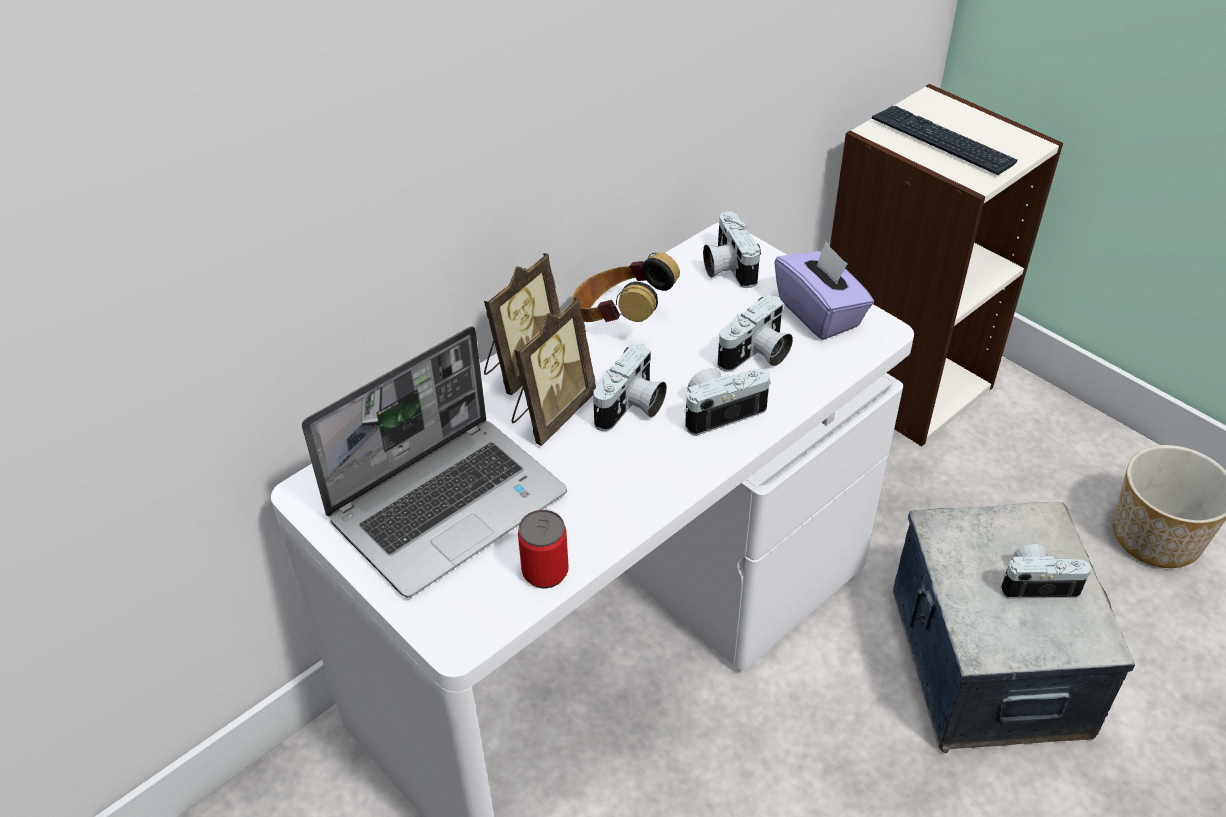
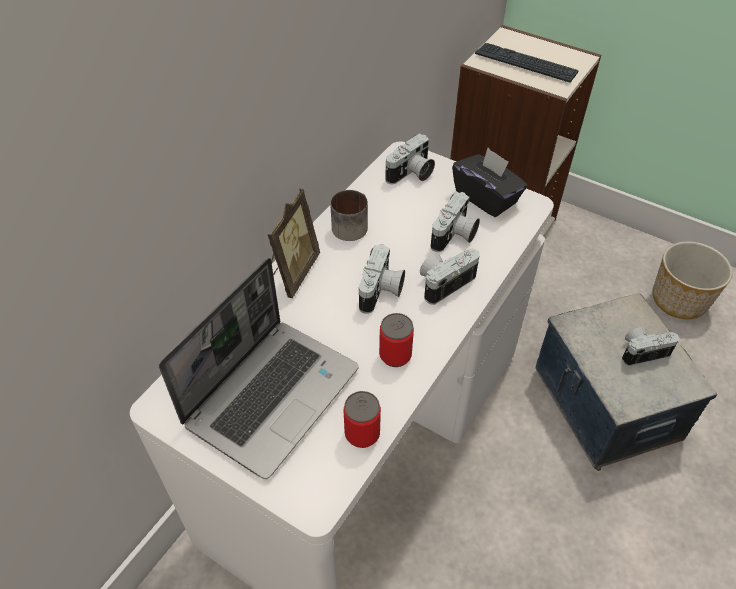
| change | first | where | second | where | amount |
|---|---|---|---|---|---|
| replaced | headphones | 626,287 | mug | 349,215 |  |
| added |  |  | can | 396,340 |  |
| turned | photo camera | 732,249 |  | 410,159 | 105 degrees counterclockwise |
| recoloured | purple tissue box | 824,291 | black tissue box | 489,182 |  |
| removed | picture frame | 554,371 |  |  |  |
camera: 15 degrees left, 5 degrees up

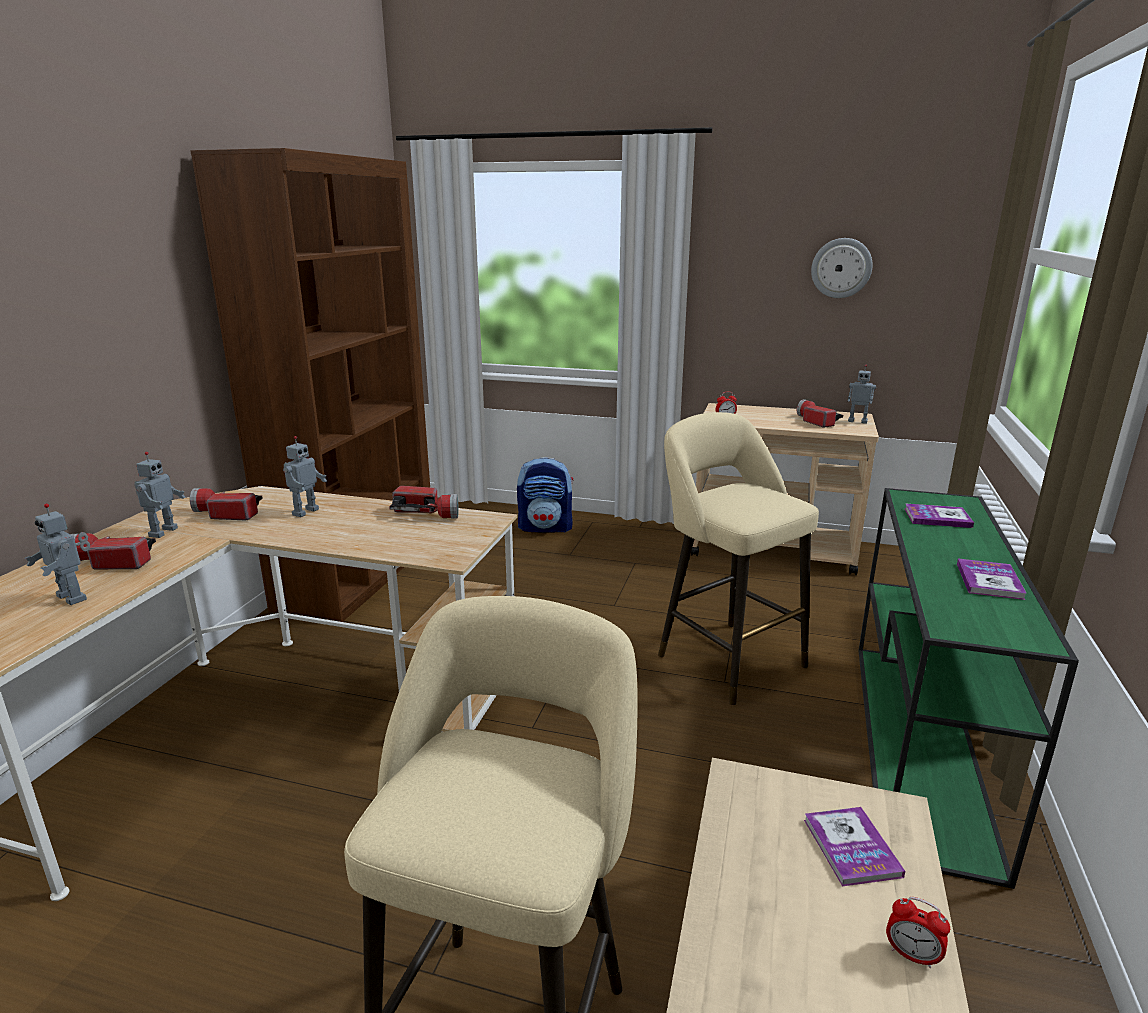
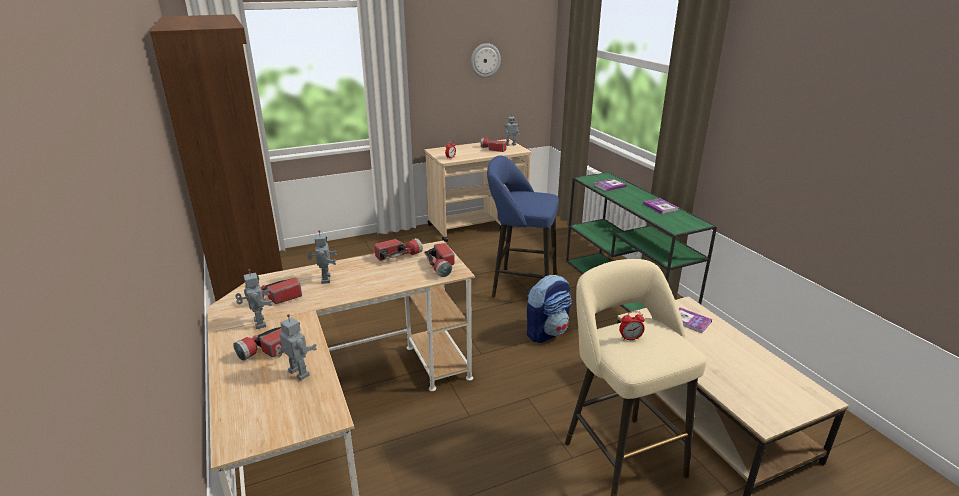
| change | first | where | second | where | amount |
|---|---|---|---|---|---|
| turned | toy robot | 57,554 |  | 296,347 | 135 degrees counterclockwise |
| added |  |  | flashlight | 439,260 |  |
| recoloured | beige stool | 738,558 | blue stool | 523,226 |  |
| moved | backpack | 545,495 |  | 549,309 |  |
| moved | alarm clock | 918,932 |  | 632,326 |  |
camera: 40 degrees left, 5 degrees up

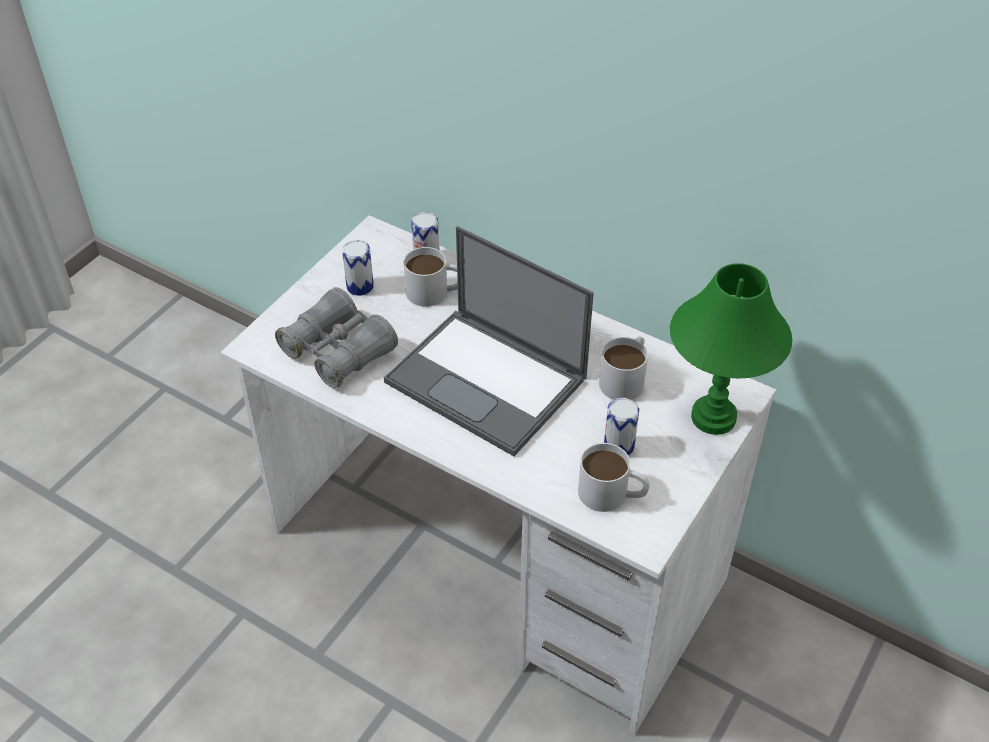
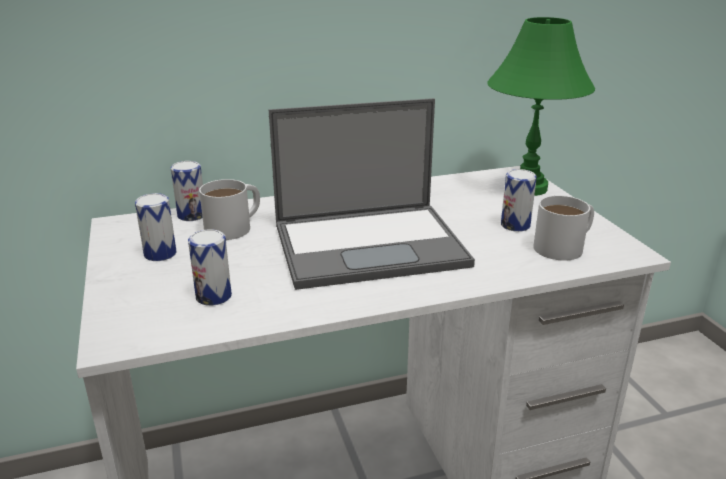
| change | first | where | second | where | amount |
|---|---|---|---|---|---|
| replaced | grey binoculars | 336,337 | can | 210,267 |  |
| removed | white mug | 623,368 |  |  |  |
camera: 50 degrees left, 20 degrees down

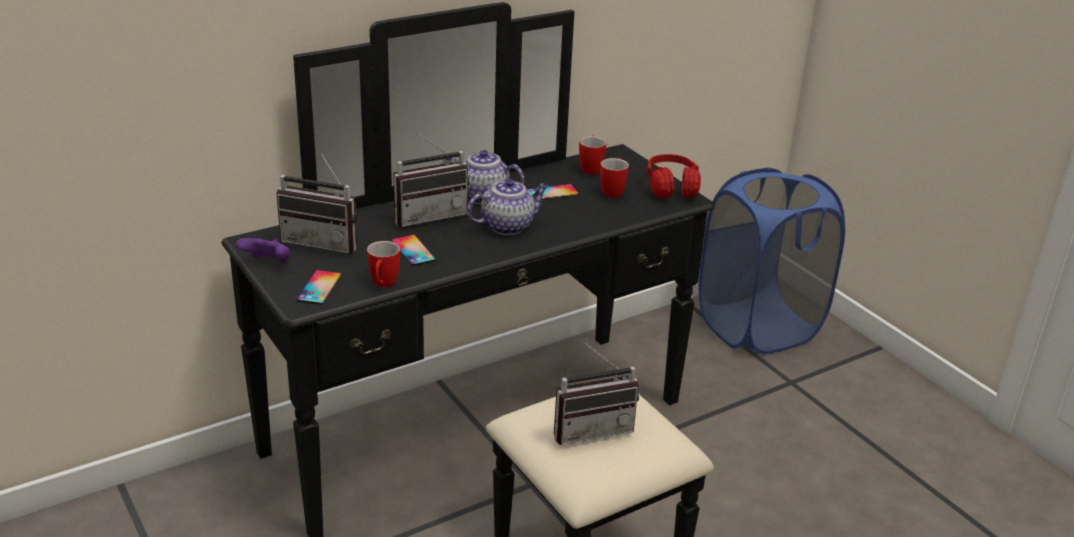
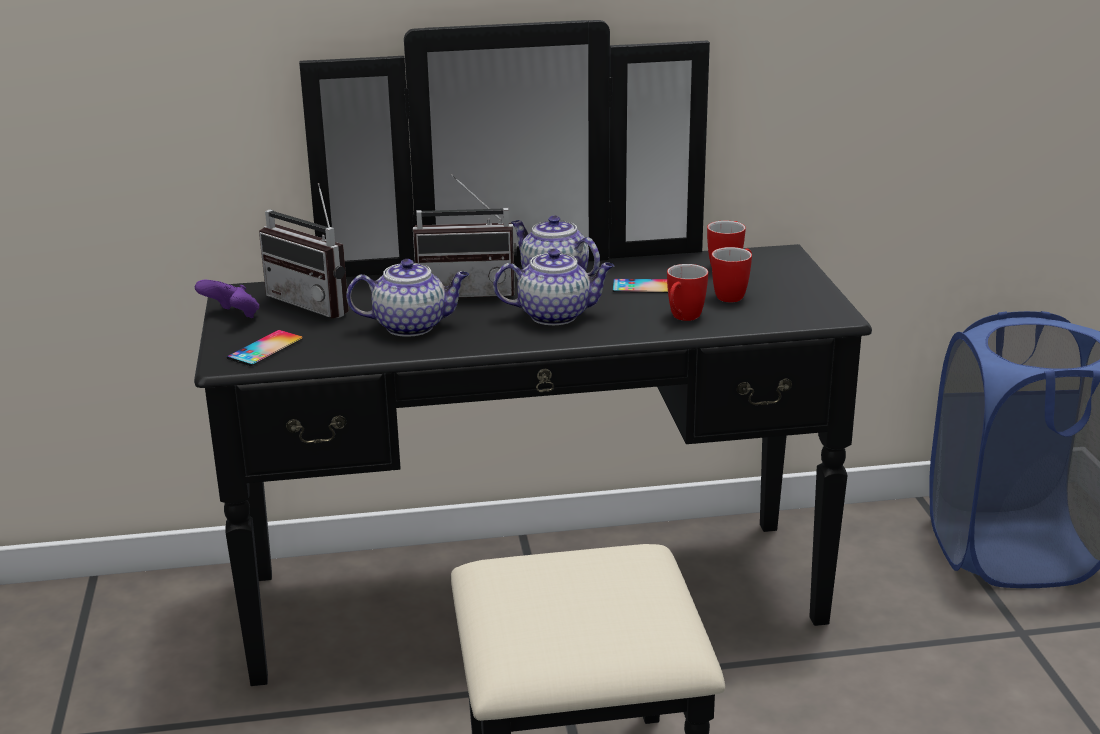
| change | first | where | second | where | amount |
|---|---|---|---|---|---|
| replaced | phone | 414,250 | teapot | 407,298 |  |
| moved | mug | 383,264 |  | 687,292 |  |
| removed | radio | 596,392 |  |  |  |
| removed | red headphones | 674,176 |  |  |  |
camera: 25 degrees right, 5 degrees down

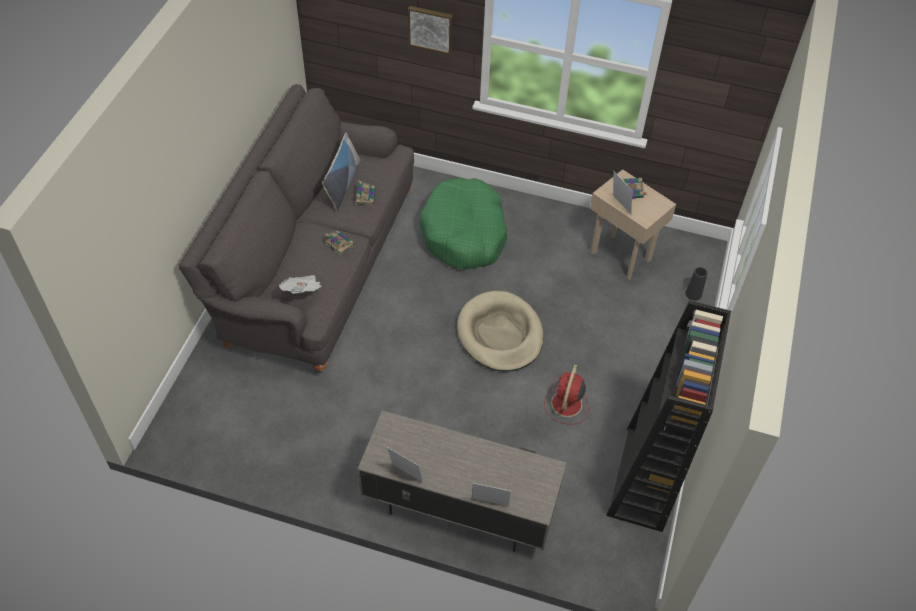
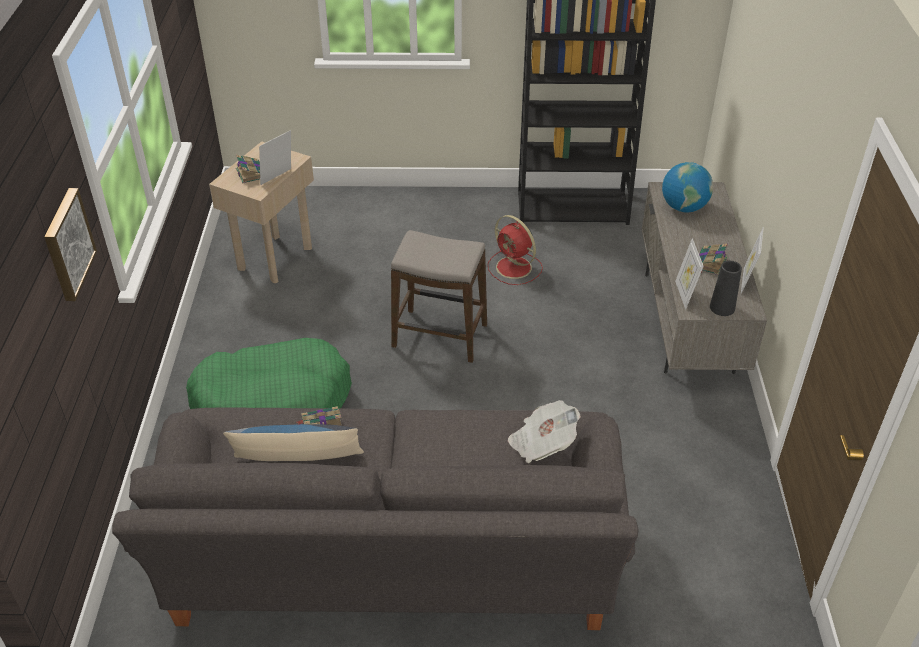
| change | first | where | second | where | amount |
|---|---|---|---|---|---|
| replaced | beige dog bed | 500,331 | stool | 439,296 |  |
| turned | red fan | 566,394 |  | 515,250 | 45 degrees clockwise |
| added |  |  | globe | 687,187 |  |
| moved | picture frame | 491,494 |  | 689,274 |  |
| moved | book | 339,243 |  | 713,259 |  |
| moved | black vase | 696,284 |  | 726,288 |  |
camera: 105 degrees left, 10 degrees down

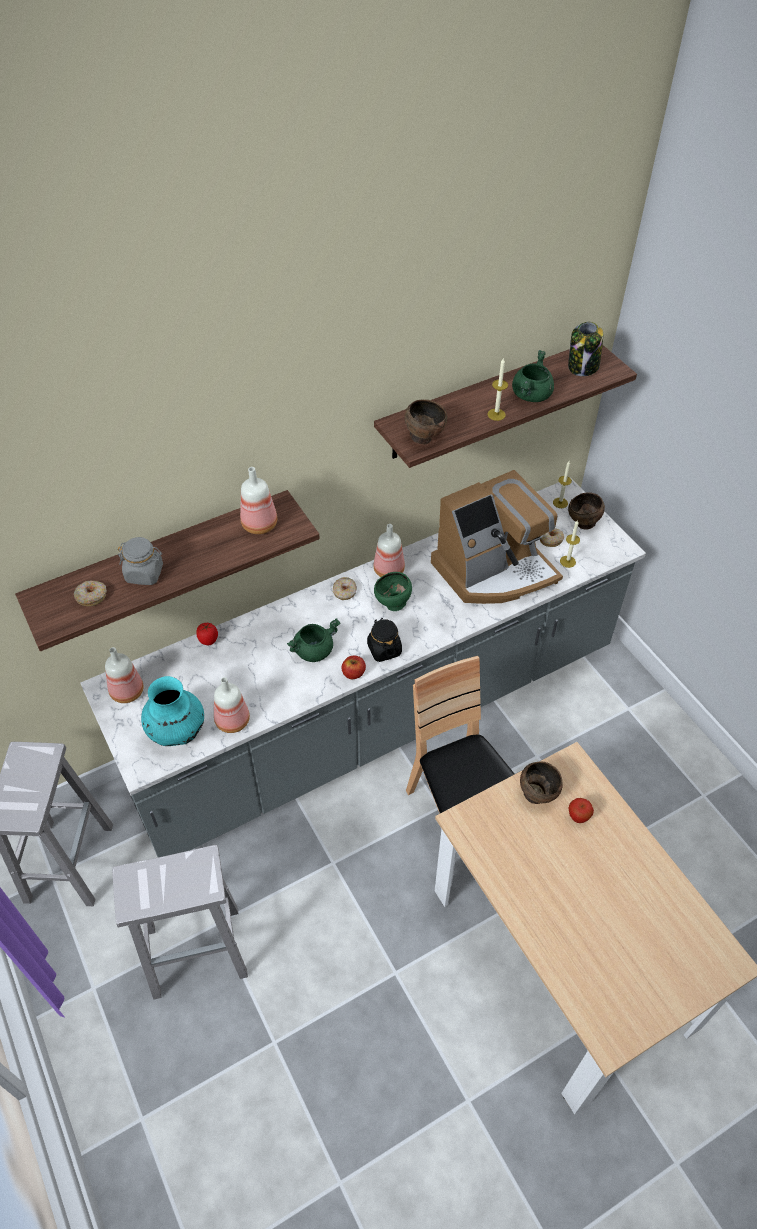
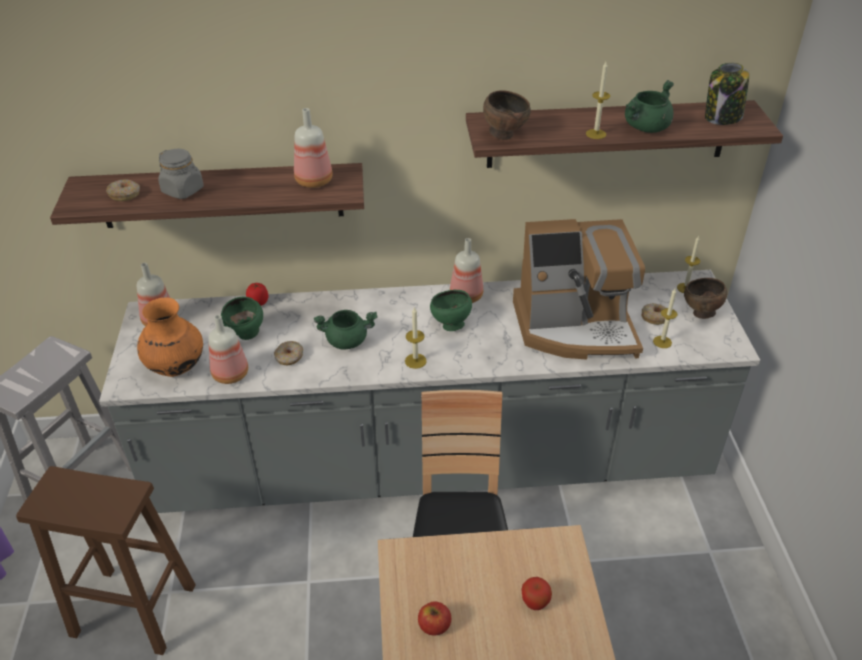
| change | first | where | second | where | amount |
|---|---|---|---|---|---|
| recoloured | white stool | 180,922 | brown stool | 106,560 |  |
| recoloured | turquoise vase | 172,711 | orange vase | 170,337 |  |
| added |  |  | green bowl | 242,318 |  |
| moved | donut | 345,588 |  | 288,353 |  |
| replaced | black jar | 384,640 | candle | 416,338 |  |
| moved | apple | 354,667 |  | 434,618 |  |
| removed | brown bowl | 541,783 |  |  |  |
camera: 25 degrees right, 10 degrees down

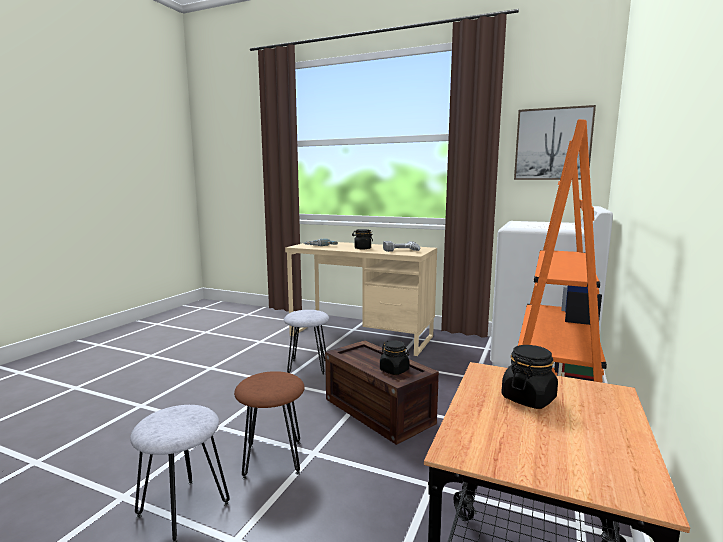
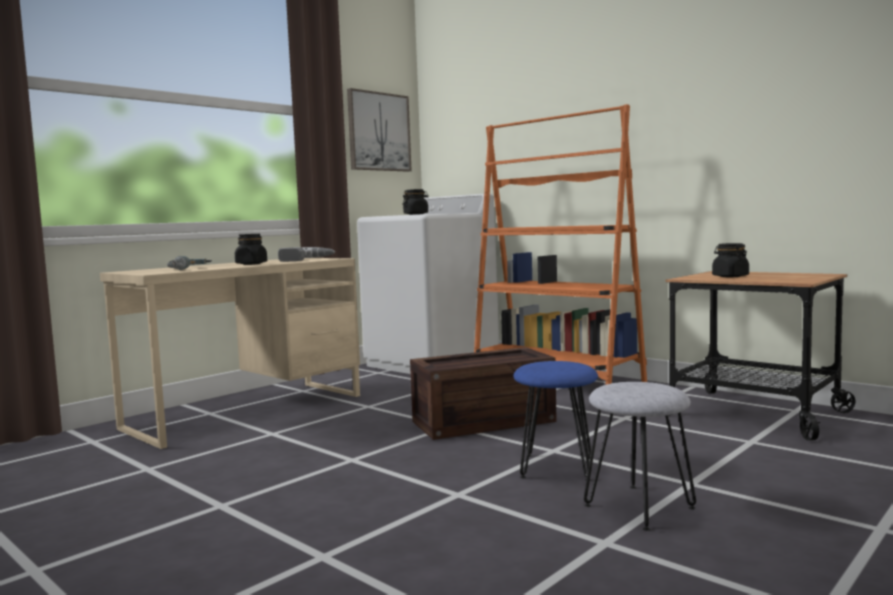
| change | first | where | second | where | amount |
|---|---|---|---|---|---|
| moved | black jar | 394,358 |  | 415,202 |  |
| recoloured | brown stool | 269,425 | blue stool | 555,421 |  |
| removed | grey stool | 306,342 |  |  |  |
camera: 70 degrees left, 5 degrees down

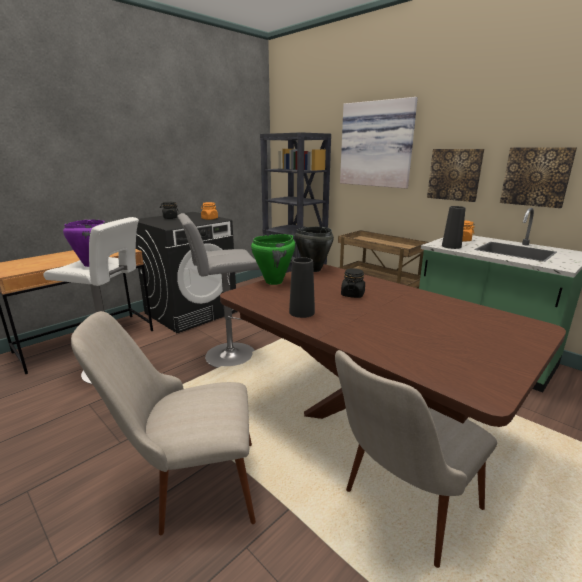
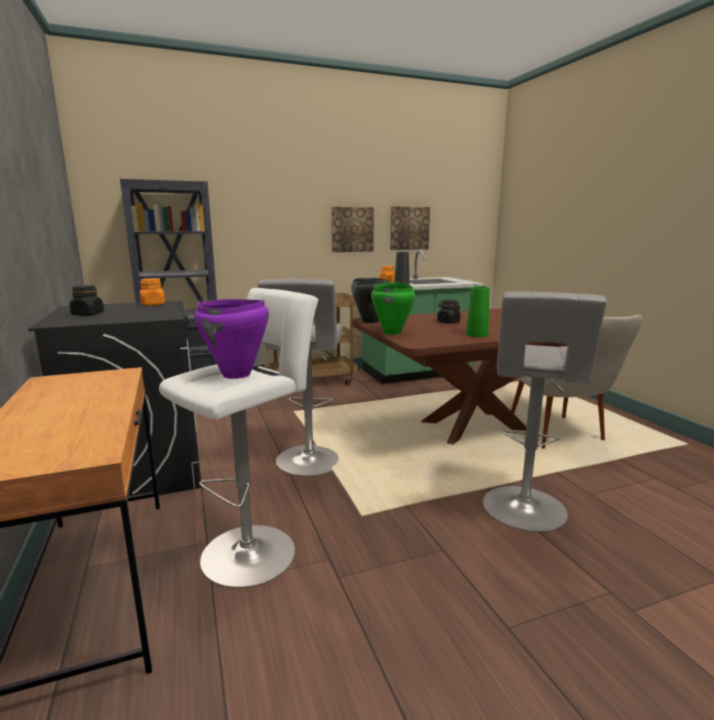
| change | first | where | second | where | amount |
|---|---|---|---|---|---|
| recoloured | black vase | 302,287 | green vase | 478,311 |  |
| replaced | beige chair | 163,423 | grey stool | 545,411 |  |
| removed | picture | 379,142 |  |  |  |
camera: 65 degrees left, 5 degrees down

